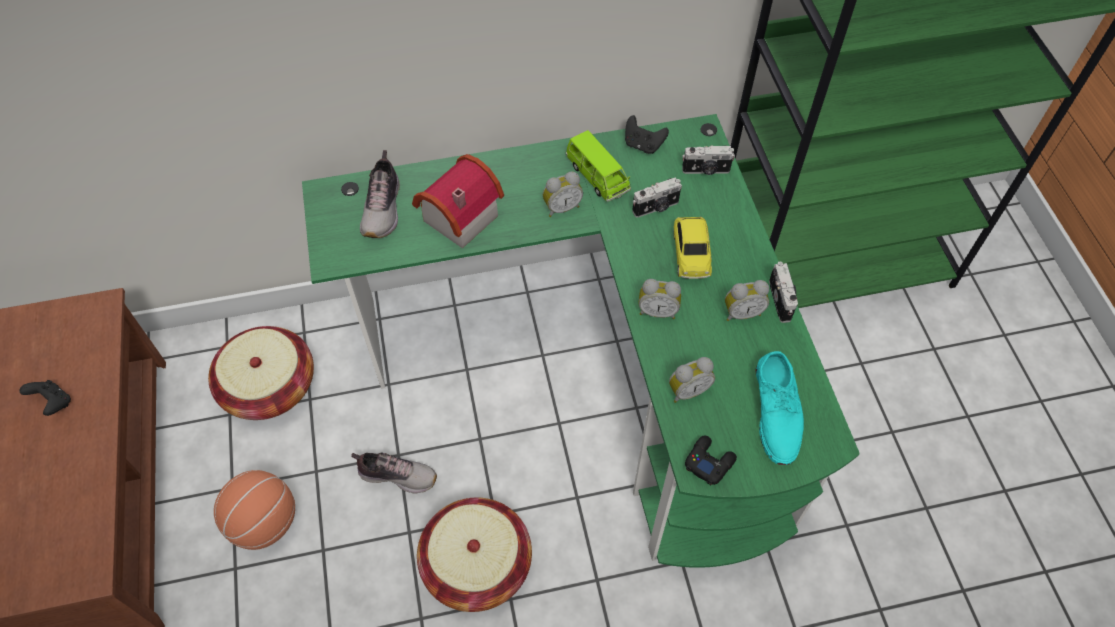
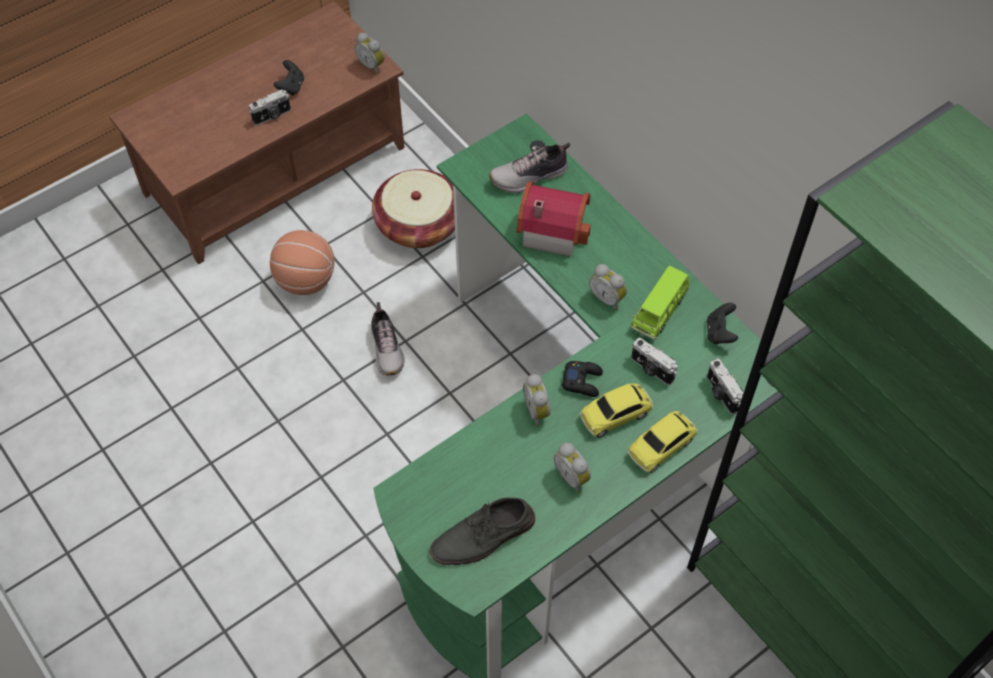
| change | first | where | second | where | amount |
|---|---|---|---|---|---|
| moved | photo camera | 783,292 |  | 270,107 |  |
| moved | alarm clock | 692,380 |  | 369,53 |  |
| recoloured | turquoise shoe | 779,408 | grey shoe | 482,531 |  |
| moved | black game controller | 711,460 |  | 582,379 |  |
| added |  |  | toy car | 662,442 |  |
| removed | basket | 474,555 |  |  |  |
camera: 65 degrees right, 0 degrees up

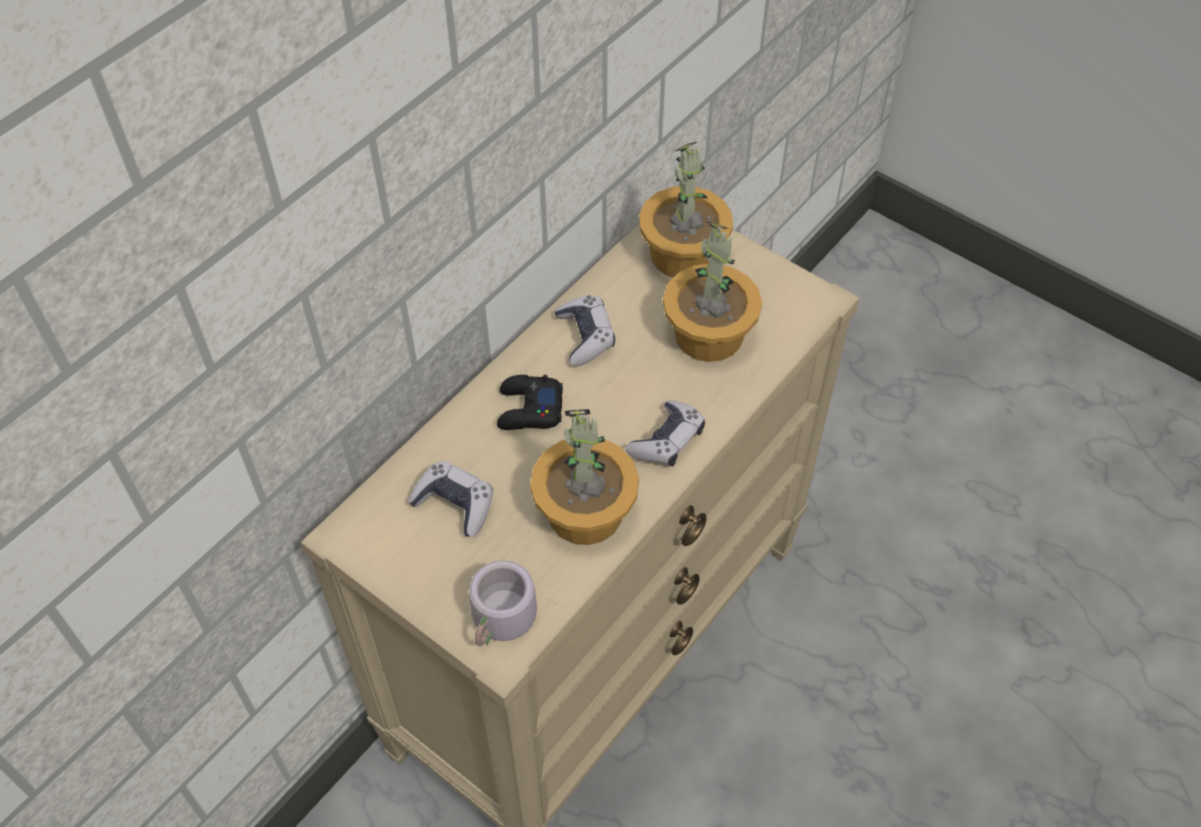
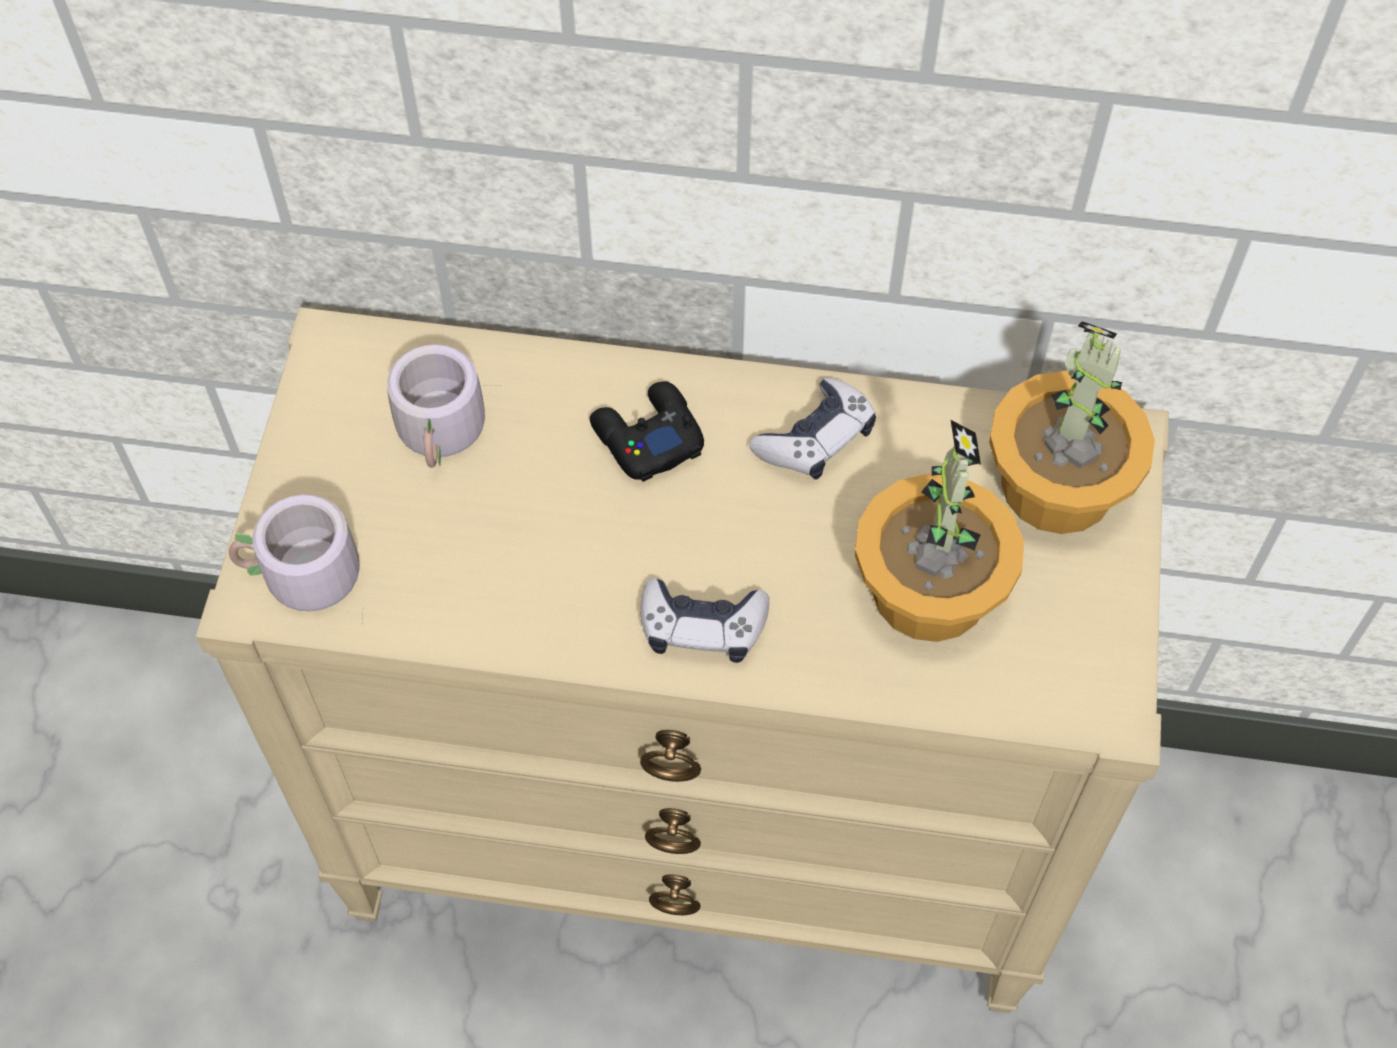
| change | first | where | second | where | amount |
|---|---|---|---|---|---|
| replaced | game controller | 450,498 | grey mug | 444,406 |  |
| removed | potted plant | 584,477 |  |  |  |
camera: 60 degrees right, 5 degrees up

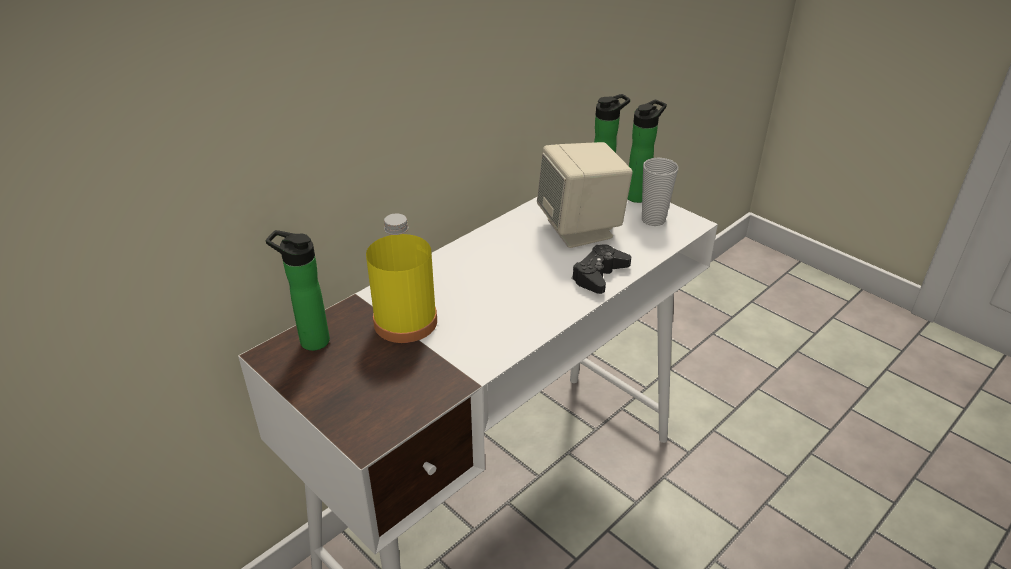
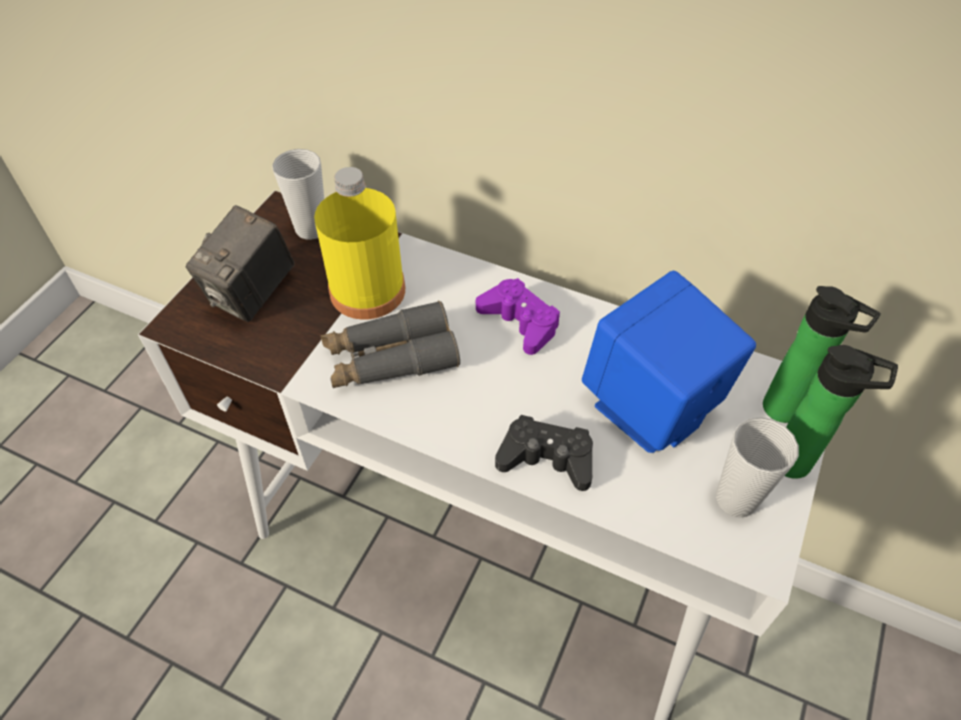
| change | first | where | second | where | amount |
|---|---|---|---|---|---|
| added |  |  | photo camera | 240,263 |  |
| replaced | bottle | 298,290 | cup | 298,194 |  |
| added |  |  | grey binoculars | 390,344 |  |
| added |  |  | purple game controller | 518,316 |  |
| recoloured | beige speaker | 585,195 | blue speaker | 669,362 |  |
camera: 70 degrees right, 15 degrees up

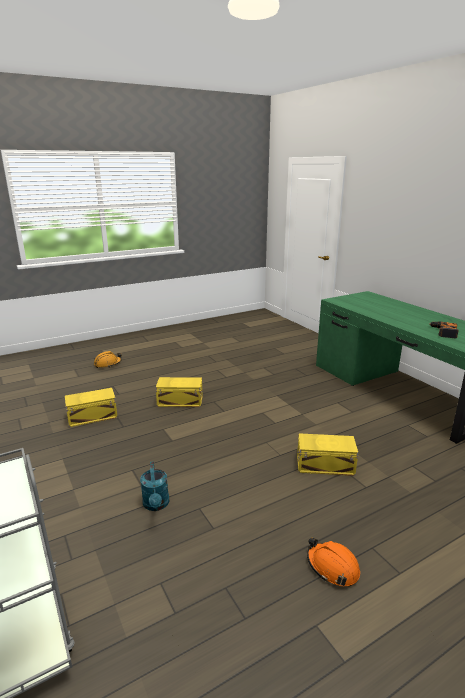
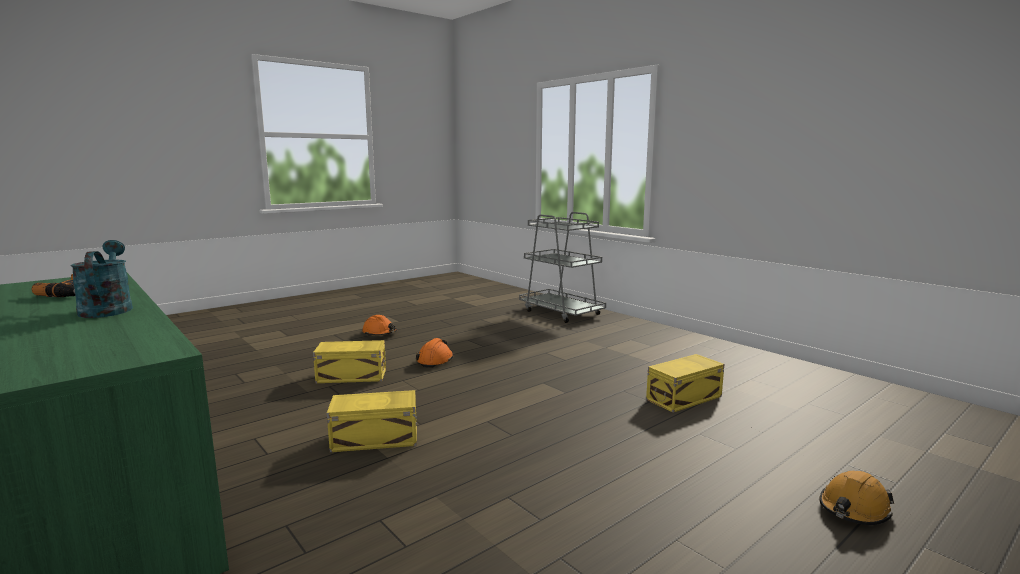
| change | first | where | second | where | amount |
|---|---|---|---|---|---|
| moved | turquoise watering can | 154,486 |  | 101,279 |  |
| moved | yellow storage box | 179,392 |  | 372,421 |  |
| added |  |  | orange hard hat | 435,353 |  |
camera: 170 degrees right, 10 degrees down

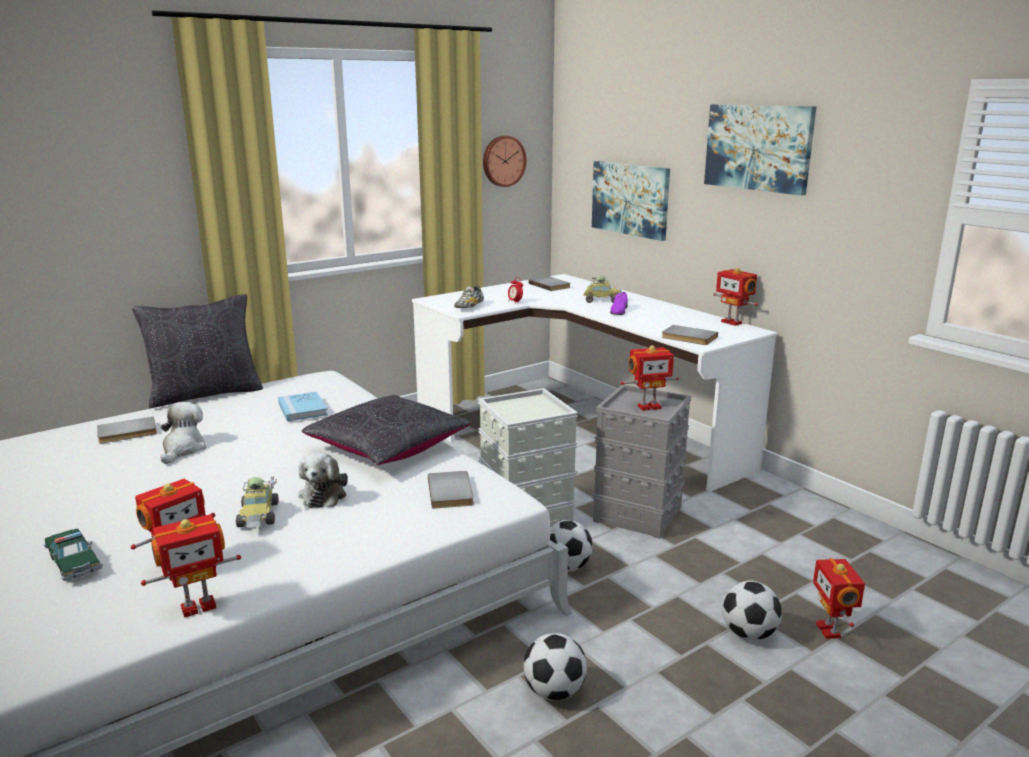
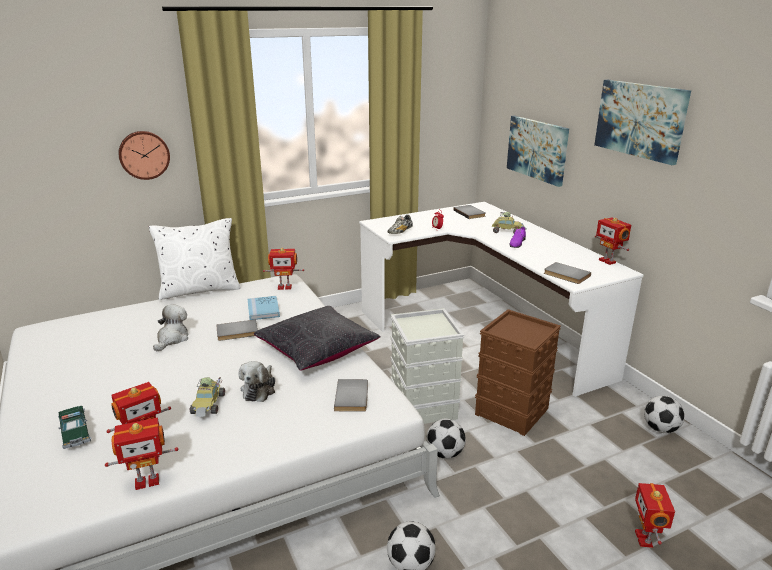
| change | first | where | second | where | amount |
|---|---|---|---|---|---|
| moved | wall clock | 505,161 |  | 144,155 |  |
| recoloured | black pillow | 197,351 | white pillow | 195,259 |  |
| moved | grey book | 127,430 |  | 237,330 |  |
| moved | toy robot | 650,378 |  | 283,269 |  |
| recoloured | grey storage box | 642,462 | brown storage box | 518,372 |  |
| moved | football | 752,610 |  | 664,414 |  |
camera: 10 degrees right, 5 degrees up

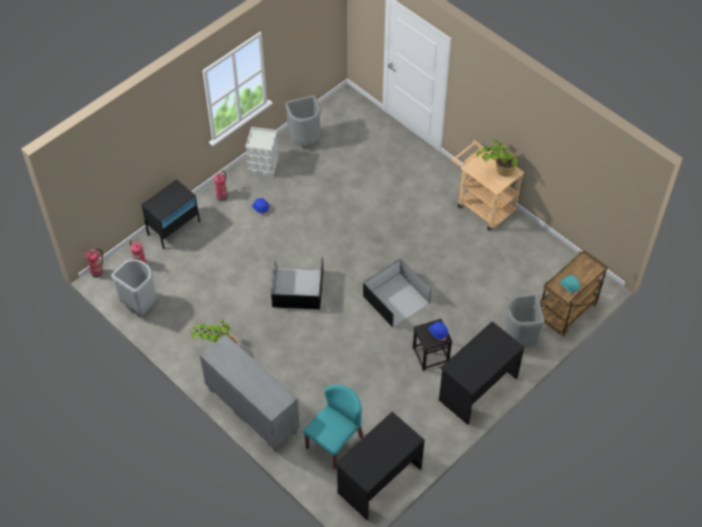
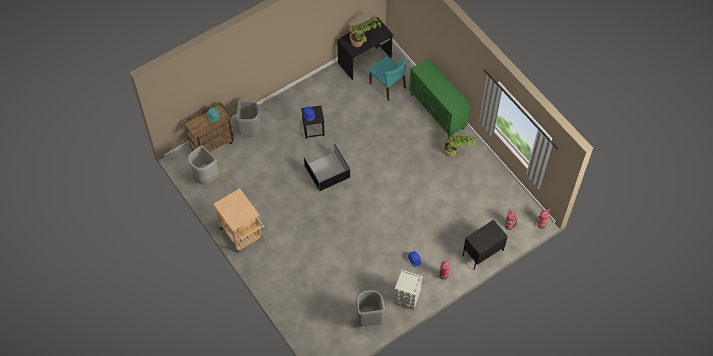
| change | first | where | second | where | amount |
|---|---|---|---|---|---|
| moved | grey trash can | 134,287 |  | 203,165 |  |
| moved | potted plant | 497,158 |  | 365,32 |  |
| turned | turquoise chair | 333,427 |  | 387,78 | 90 degrees counterclockwise |
| recoloured | grey cabinet | 250,392 | green cabinet | 439,97 |  |
| removed | black storage box | 297,282 |  |  |  |
| removed | black desk | 482,373 |  |  |  |
camera: 170 degrees left, 5 degrees up

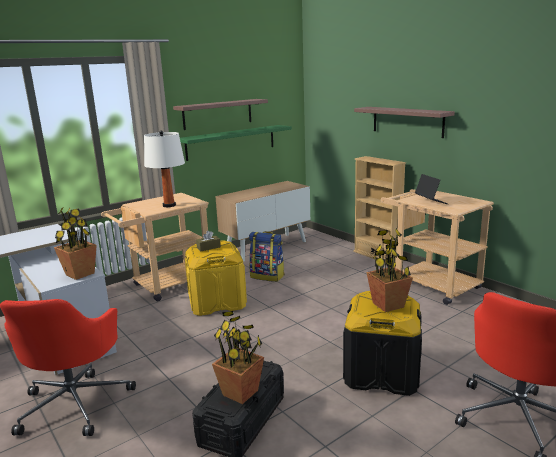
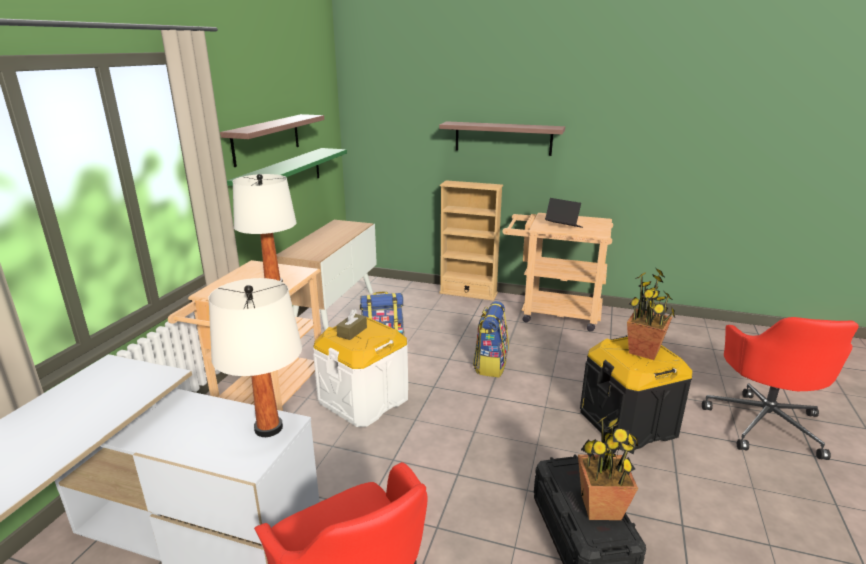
| change | first | where | second | where | amount |
|---|---|---|---|---|---|
| replaced | potted plant | 75,243 | white table lamp | 255,357 |  |
| recoloured | yellow storage box | 216,278 | white storage box | 360,372 |  |
| added |  |  | backpack | 491,339 |  |
camera: 35 degrees left, 5 degrees up

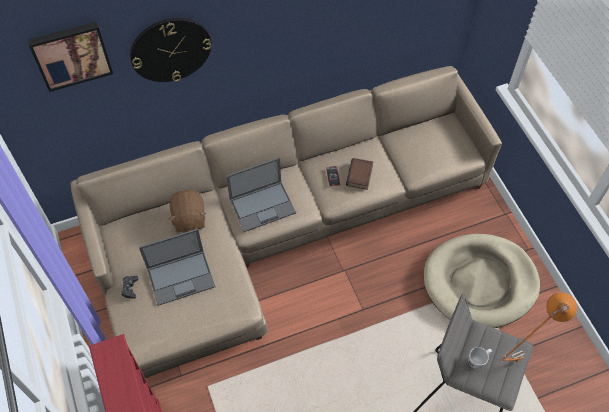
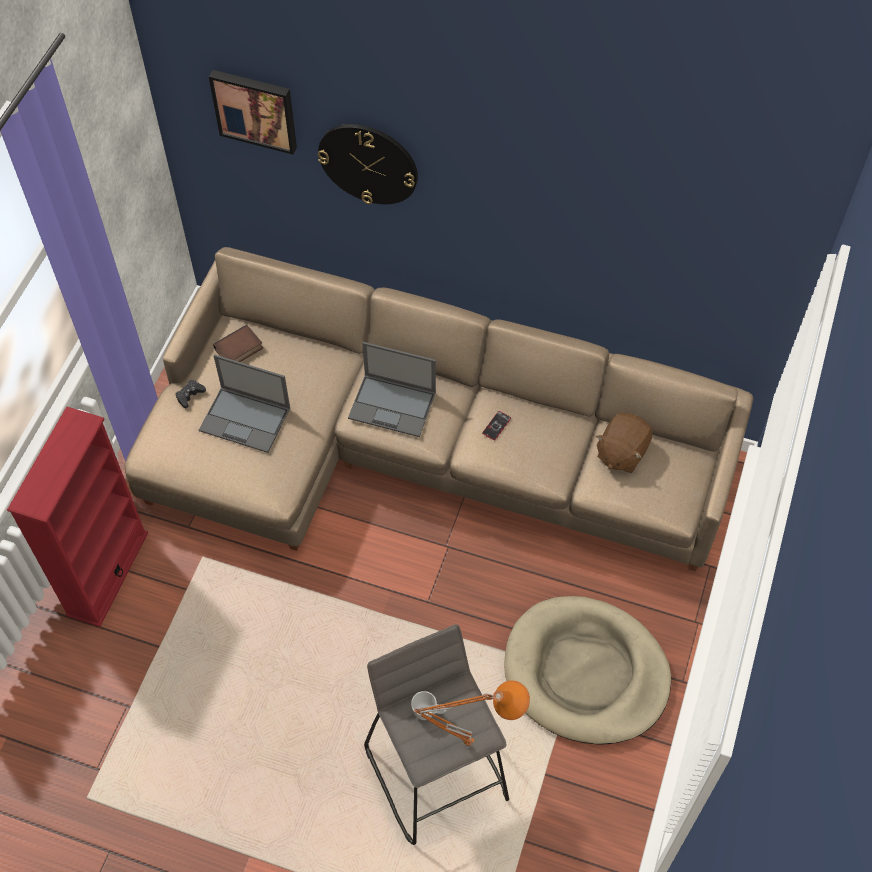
| change | first | where | second | where | amount |
|---|---|---|---|---|---|
| moved | book | 359,174 |  | 238,343 |  |
| moved | brown plush toy | 187,211 |  | 624,443 |  |
camera: 40 degrees right, 0 degrees up

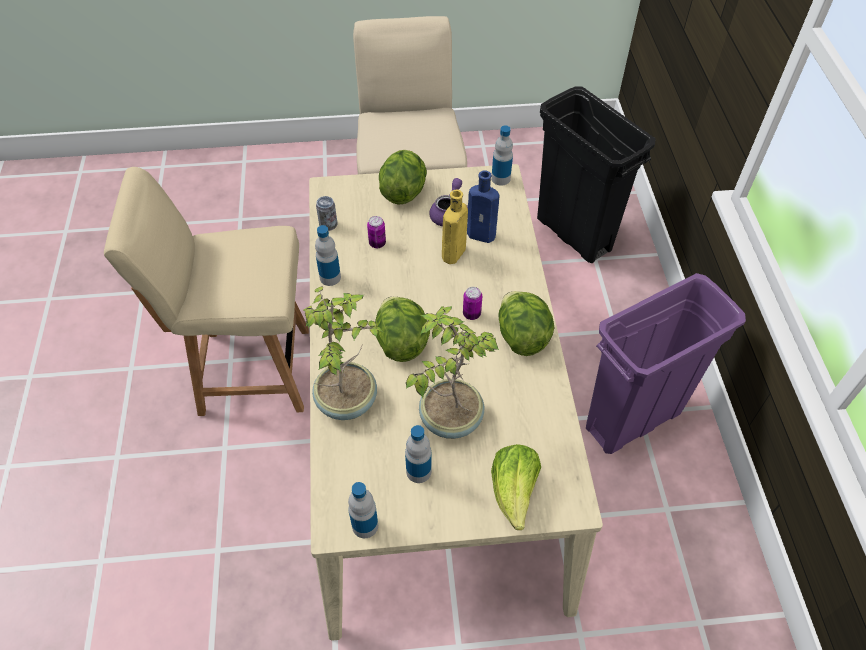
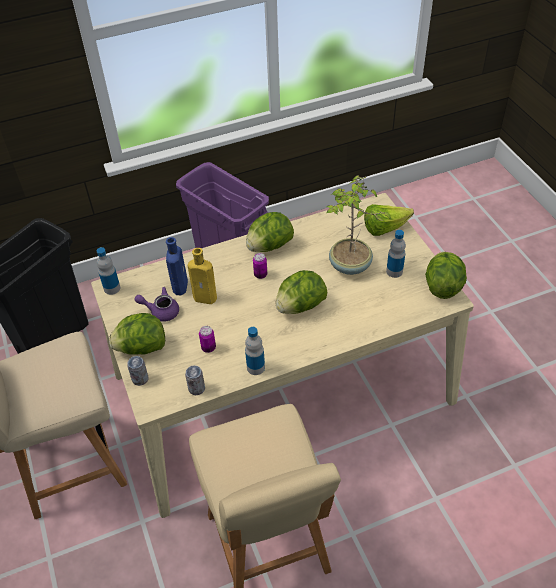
| change | first | where | second | where | amount |
|---|---|---|---|---|---|
| added |  |  | can | 137,371 |  |
| replaced | bottle | 363,510 | lettuce | 446,275 |  |
| removed | potted plant | 343,353 |  |  |  |
camera: 105 degrees left, 5 degrees down

